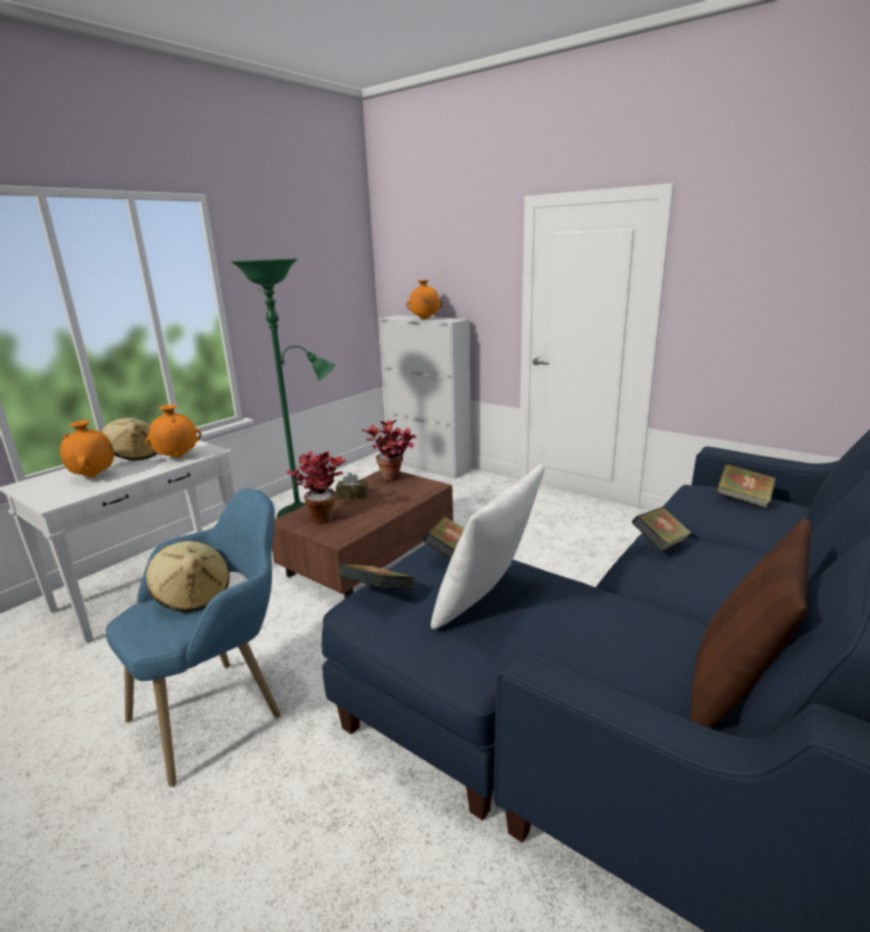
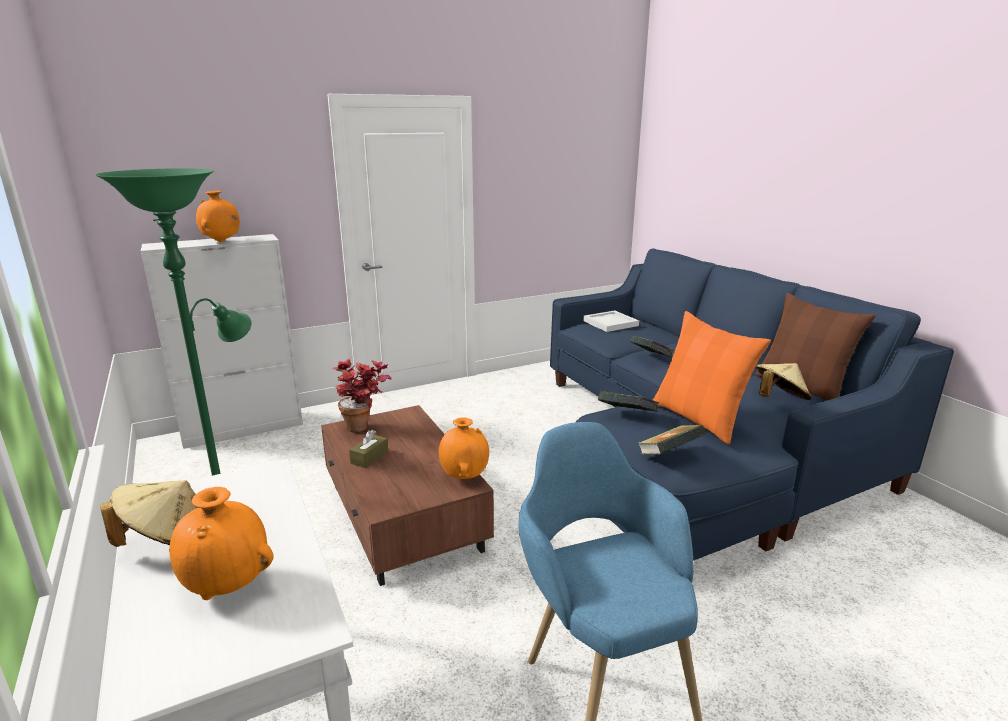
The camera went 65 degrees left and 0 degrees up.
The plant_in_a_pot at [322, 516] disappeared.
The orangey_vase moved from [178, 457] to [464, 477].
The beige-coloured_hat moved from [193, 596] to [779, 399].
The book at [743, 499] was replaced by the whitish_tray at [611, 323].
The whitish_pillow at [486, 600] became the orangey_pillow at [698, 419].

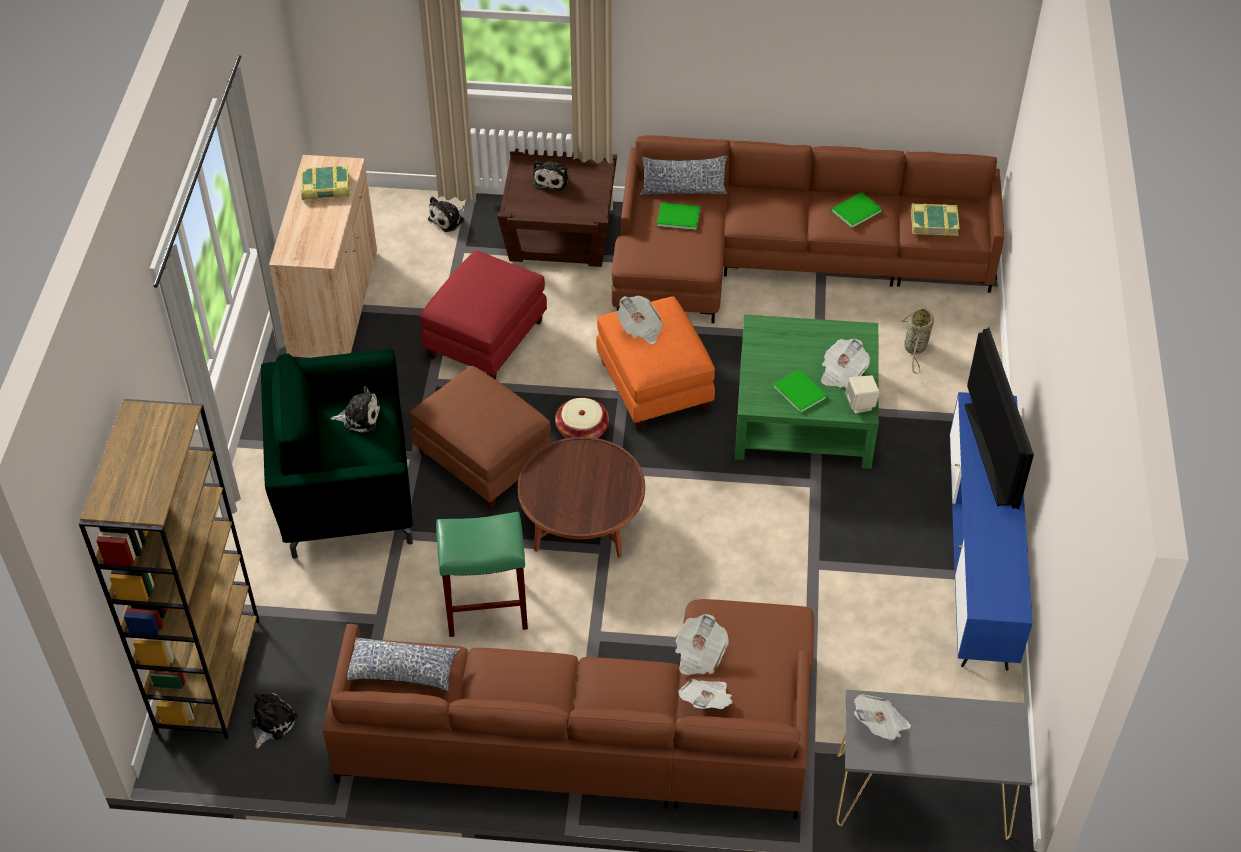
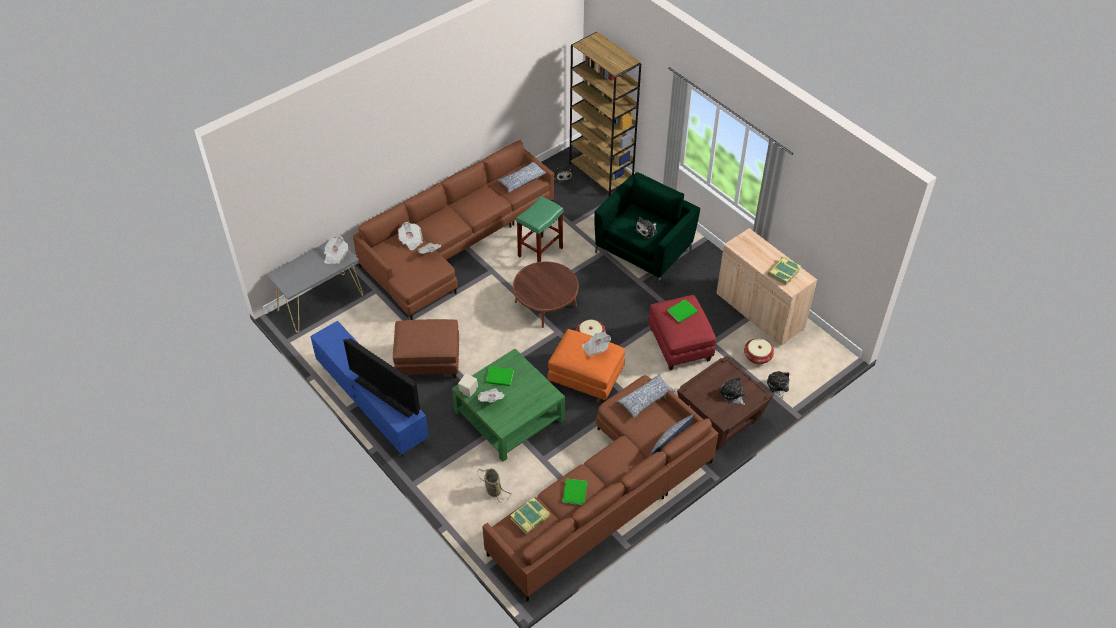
The camera went 135 degrees right and 0 degrees up.
The pillow at [646, 399] appeared.
The storage_basket at [757, 356] appeared.
The brown_ottoman moved from [482, 460] to [428, 361].
The green-coloured_book moved from [677, 216] to [683, 311].

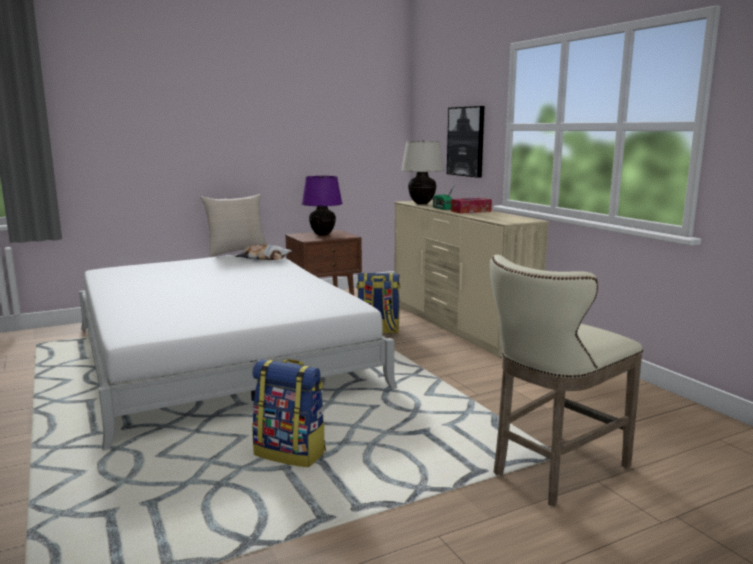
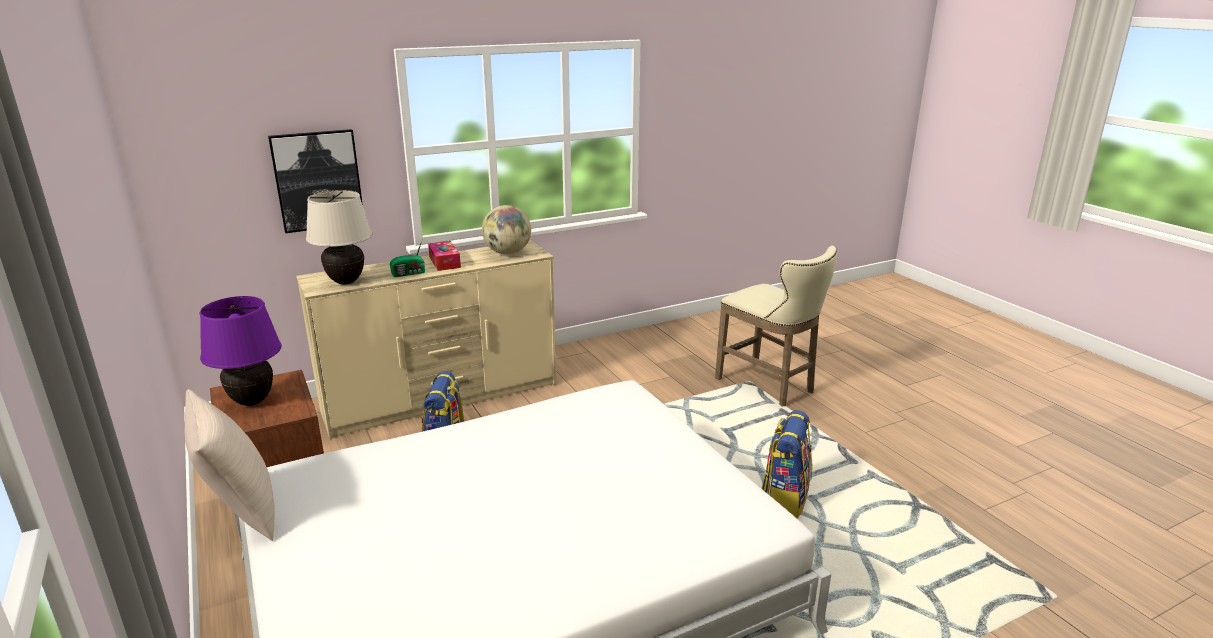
The camera went 90 degrees left and 10 degrees up.
The pillow at [264, 258] disappeared.
The desk_globe at [507, 253] appeared.

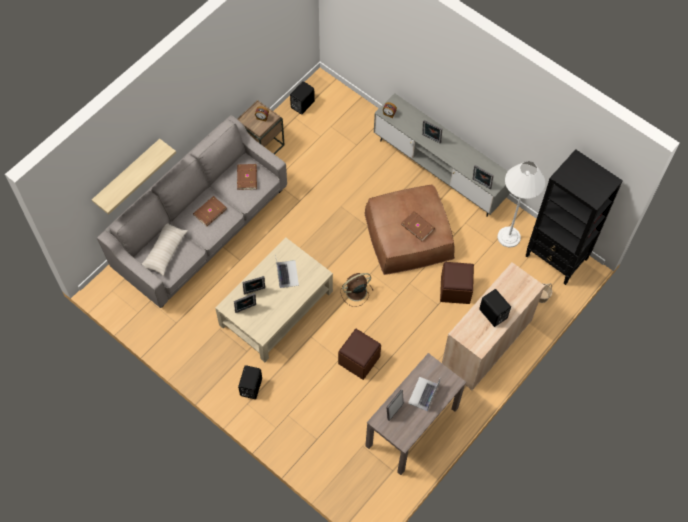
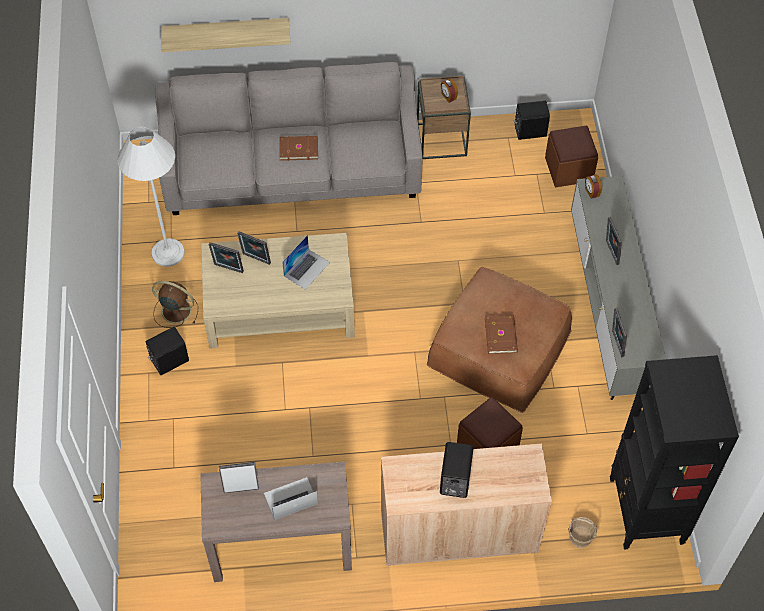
The camera went 45 degrees right and 5 degrees down.
The beige-coloured_pillow at [165, 251] disappeared.
The brown_book at [246, 178] disappeared.
The brown_ottoman moved from [359, 360] to [568, 169].
The brown_fan moved from [355, 292] to [175, 310].
The whitish_standing_lamp moved from [508, 237] to [168, 252].

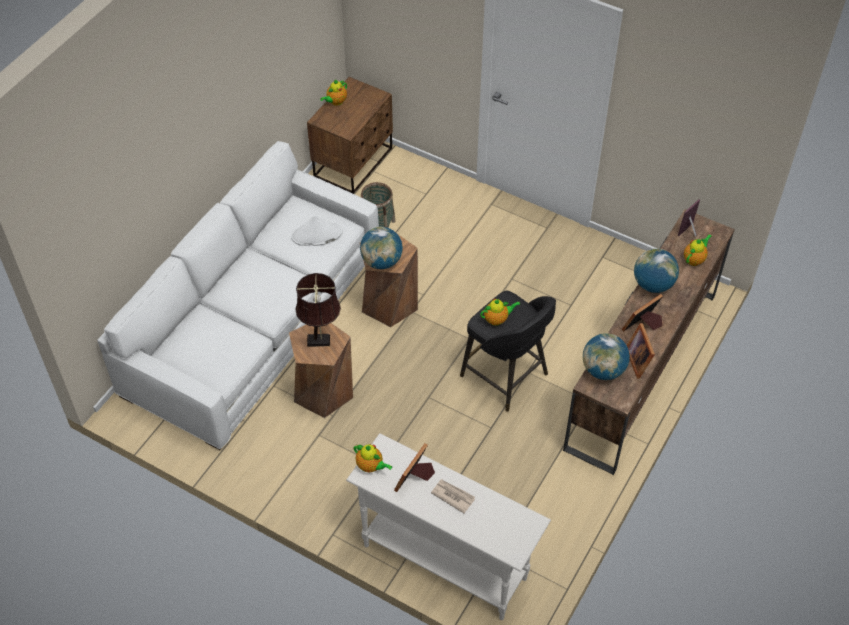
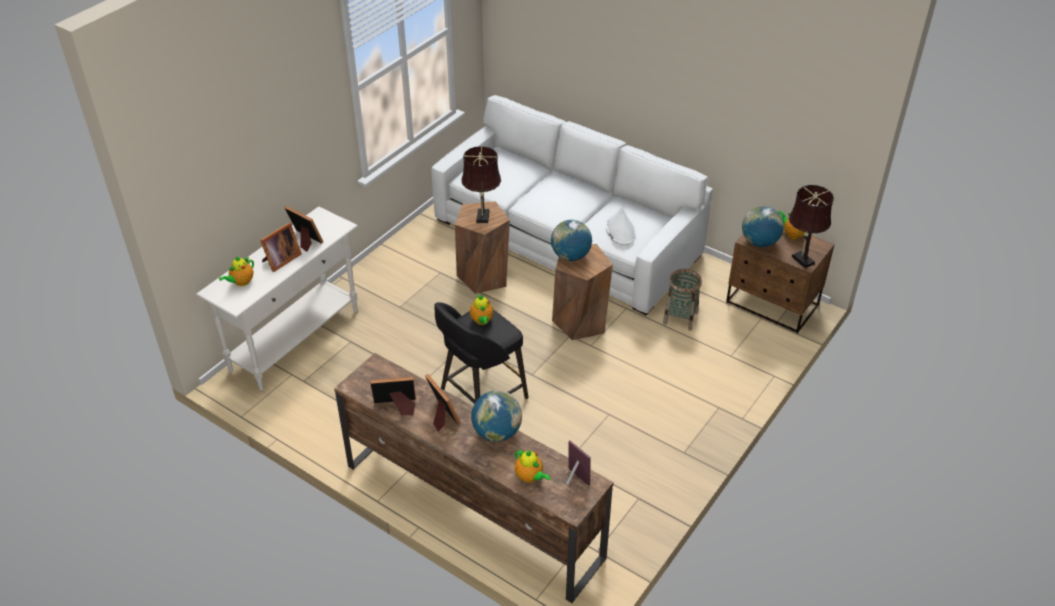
The camera went 95 degrees right and 10 degrees down.
The brown_tabletop_lamp at [801, 258] appeared.
The pot_for_tea moved from [371, 466] to [241, 282].
The desk_globe moved from [603, 370] to [759, 242].
The newspaper at [453, 496] was replaced by the photo_frame at [280, 260].

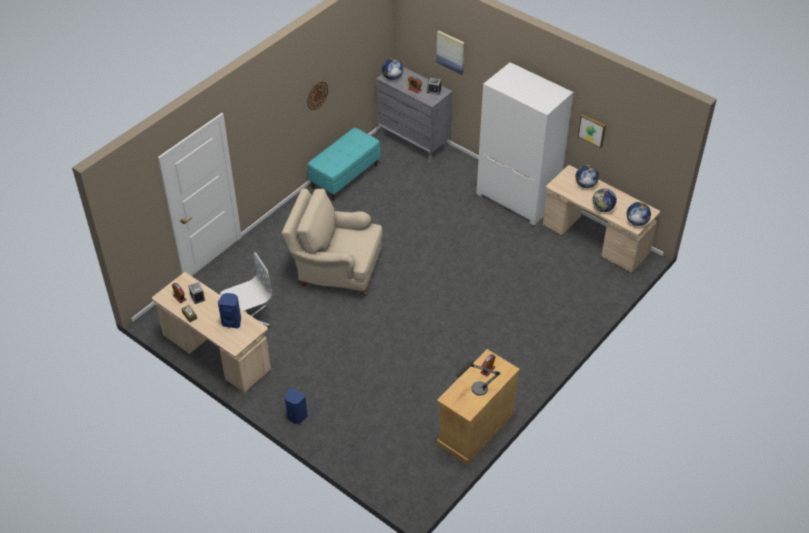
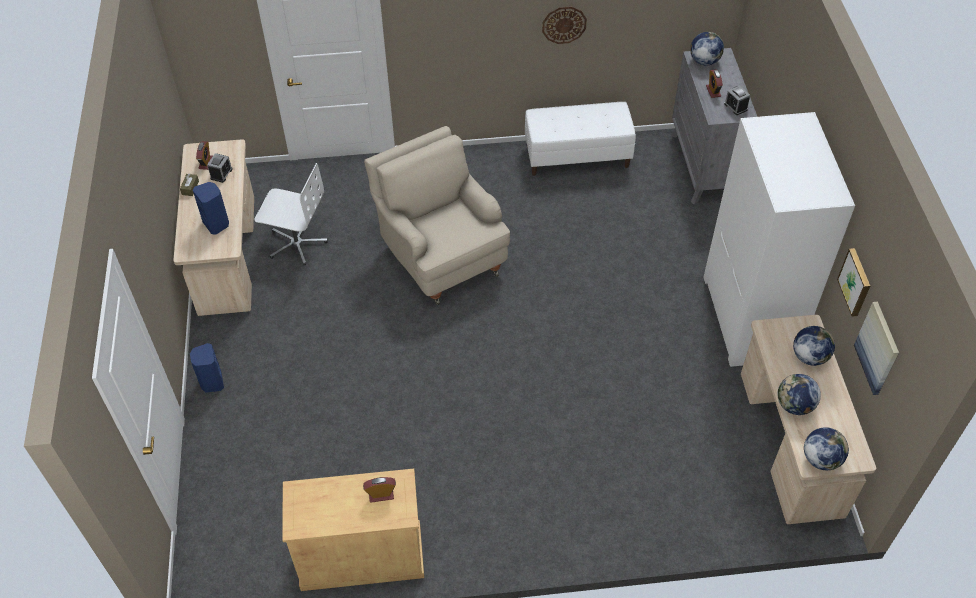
The camera went 45 degrees right and 5 degrees up.
The tabletop_lamp at [475, 391] disappeared.
The picture moved from [451, 52] to [877, 348].
The turquoise-coloured_long_seat at [345, 176] became the whitish_long_seat at [577, 156].

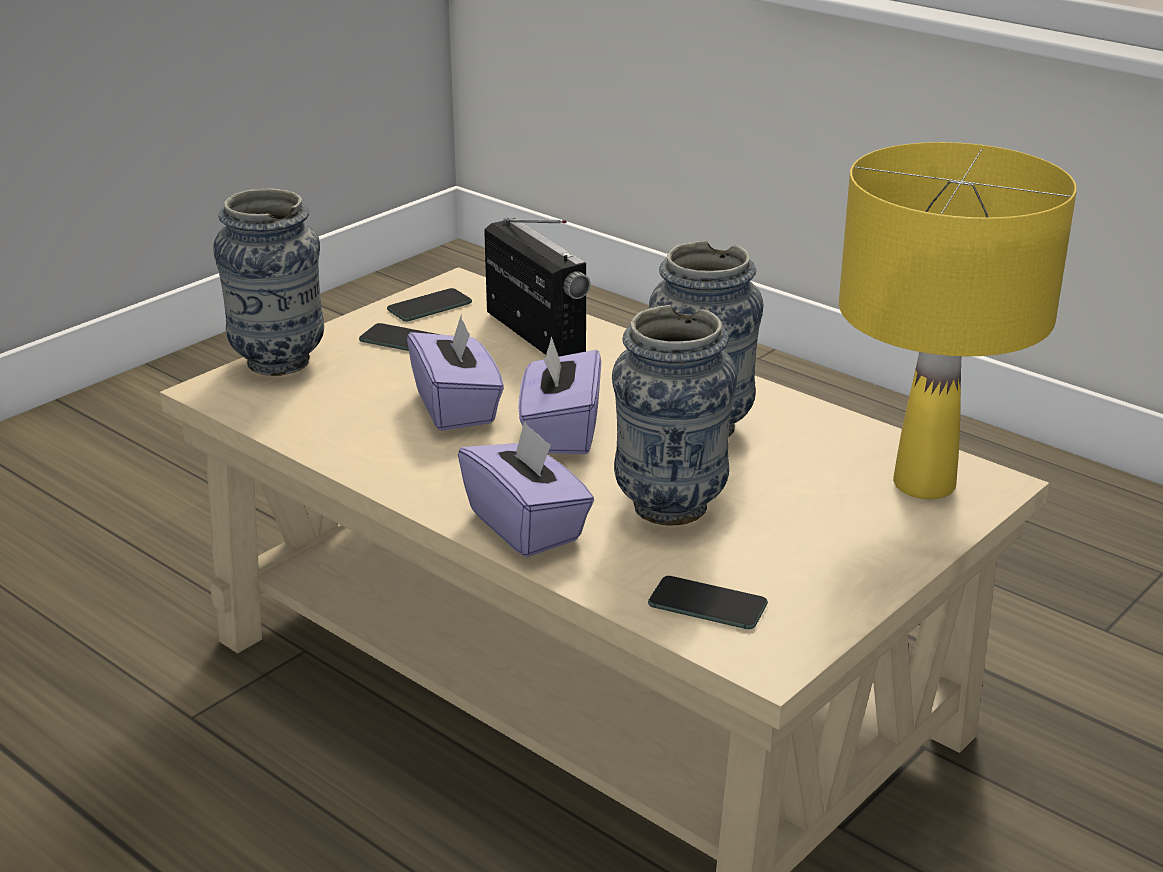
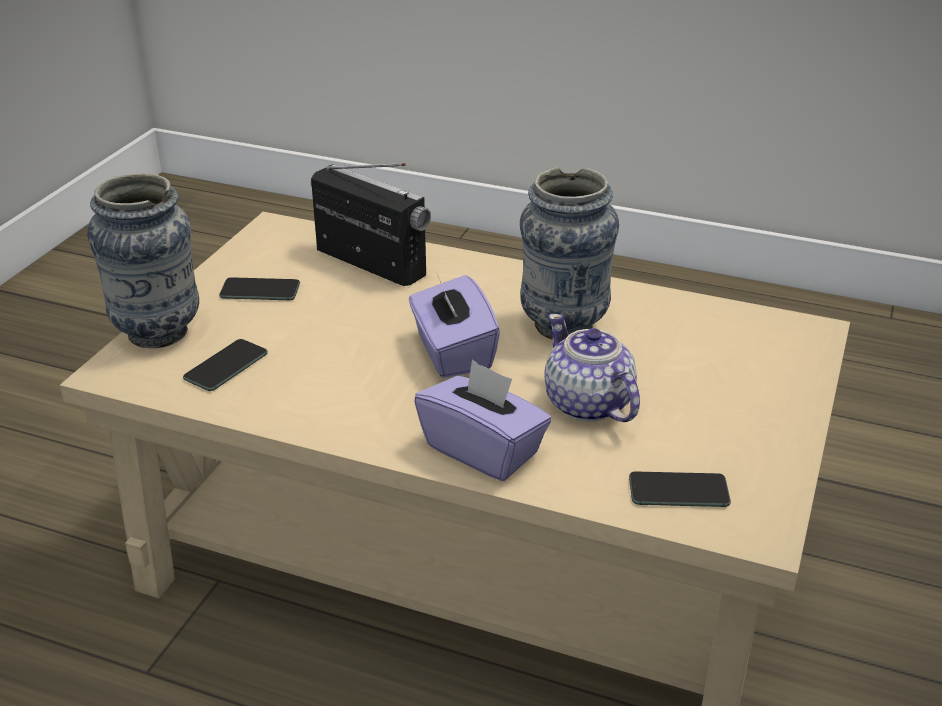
The camera went 20 degrees left and 5 degrees up.
The purple-coloured_box_of_tissues at [457, 407] disappeared.
The yellow-coloured_tabletop_lamp at [923, 484] disappeared.
The telephone moved from [429, 306] to [226, 366].
The vase at [670, 506] was replaced by the pot_for_tea at [588, 405].

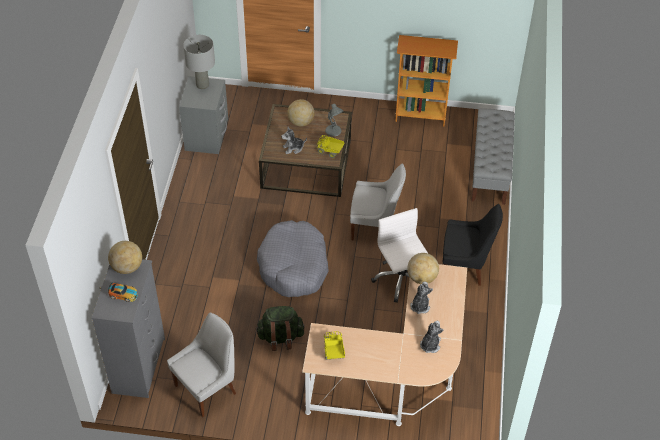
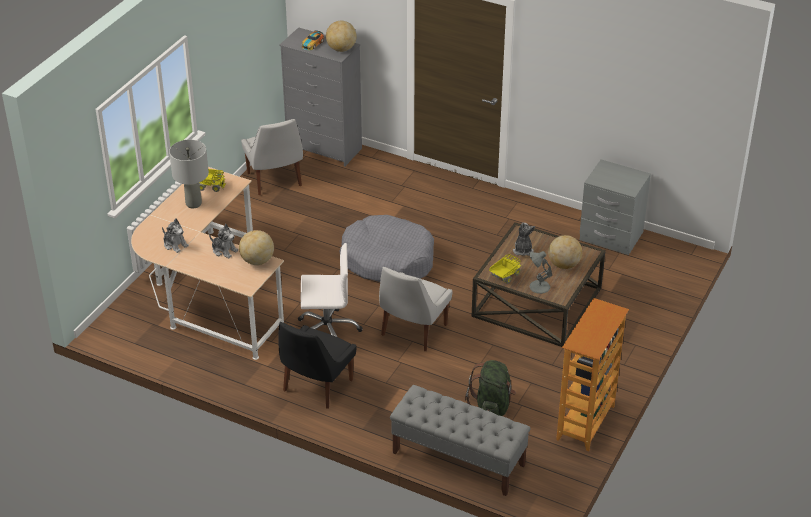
The camera went 110 degrees right and 10 degrees down.
The greyish_tabletop_lamp moved from [202, 85] to [193, 203].
The green-coloured_knapsack moved from [280, 337] to [491, 407].

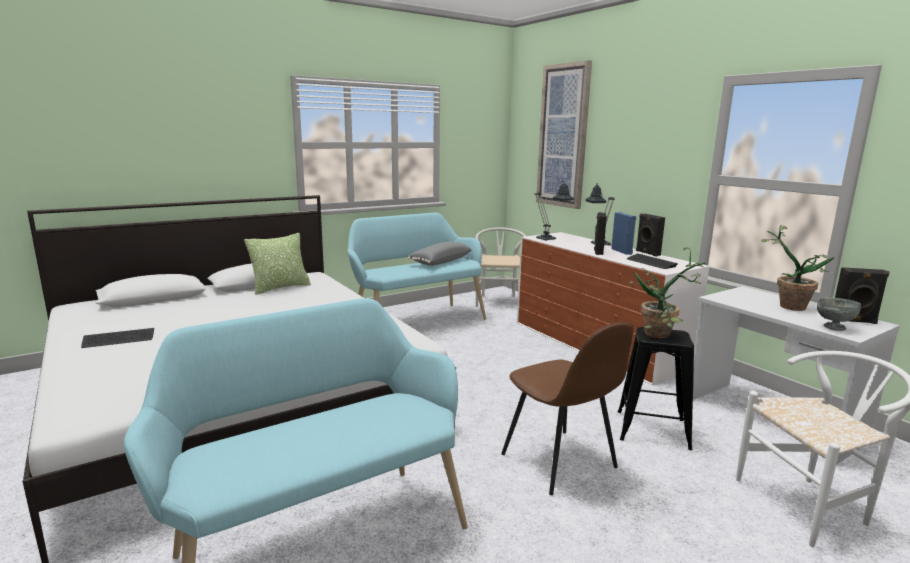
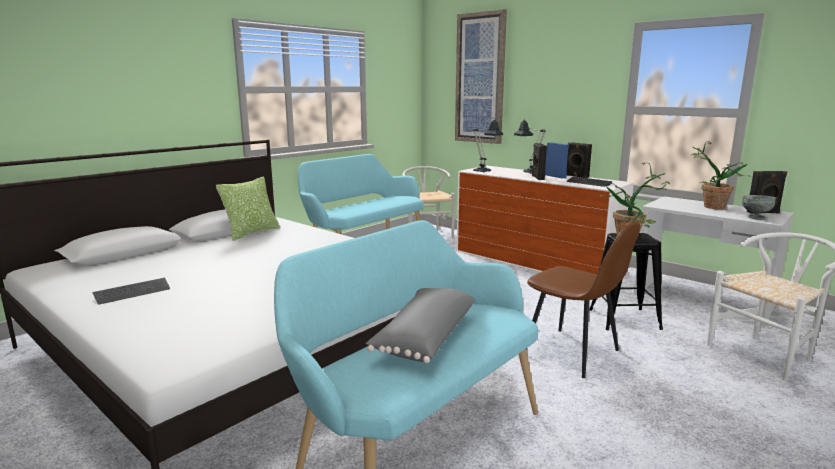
The camera went 15 degrees left and 0 degrees up.
The greyish_pillow moved from [439, 262] to [424, 338].

